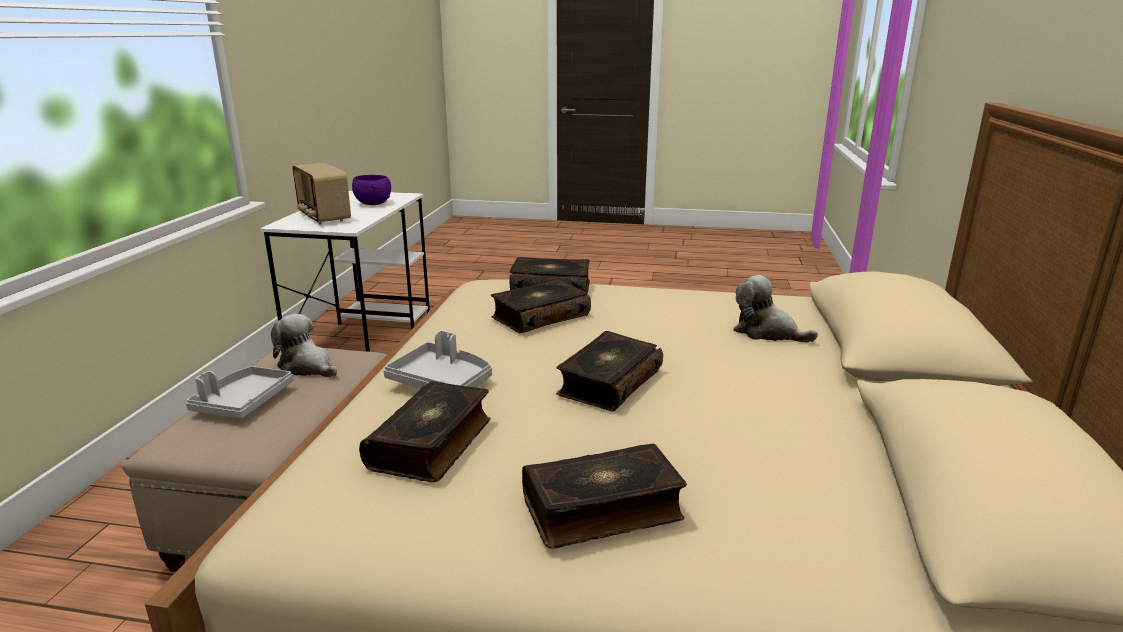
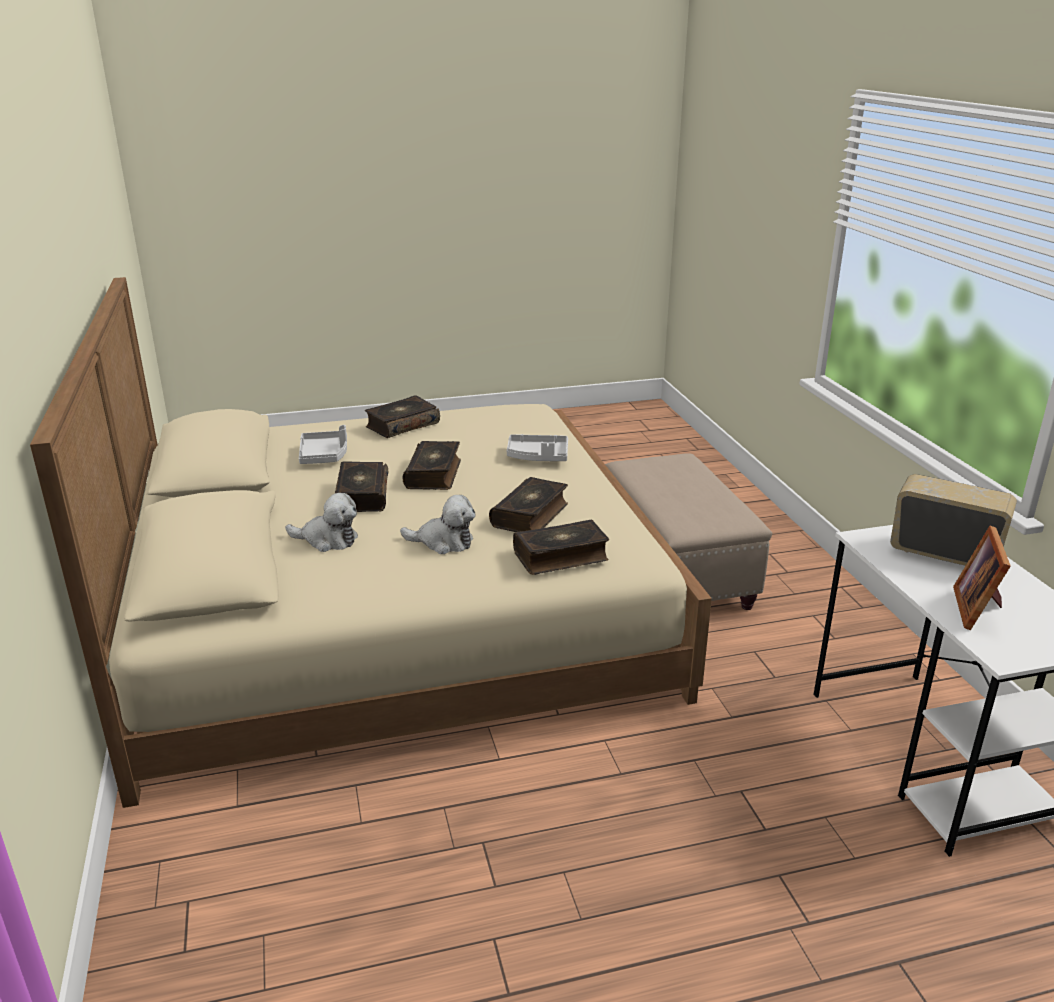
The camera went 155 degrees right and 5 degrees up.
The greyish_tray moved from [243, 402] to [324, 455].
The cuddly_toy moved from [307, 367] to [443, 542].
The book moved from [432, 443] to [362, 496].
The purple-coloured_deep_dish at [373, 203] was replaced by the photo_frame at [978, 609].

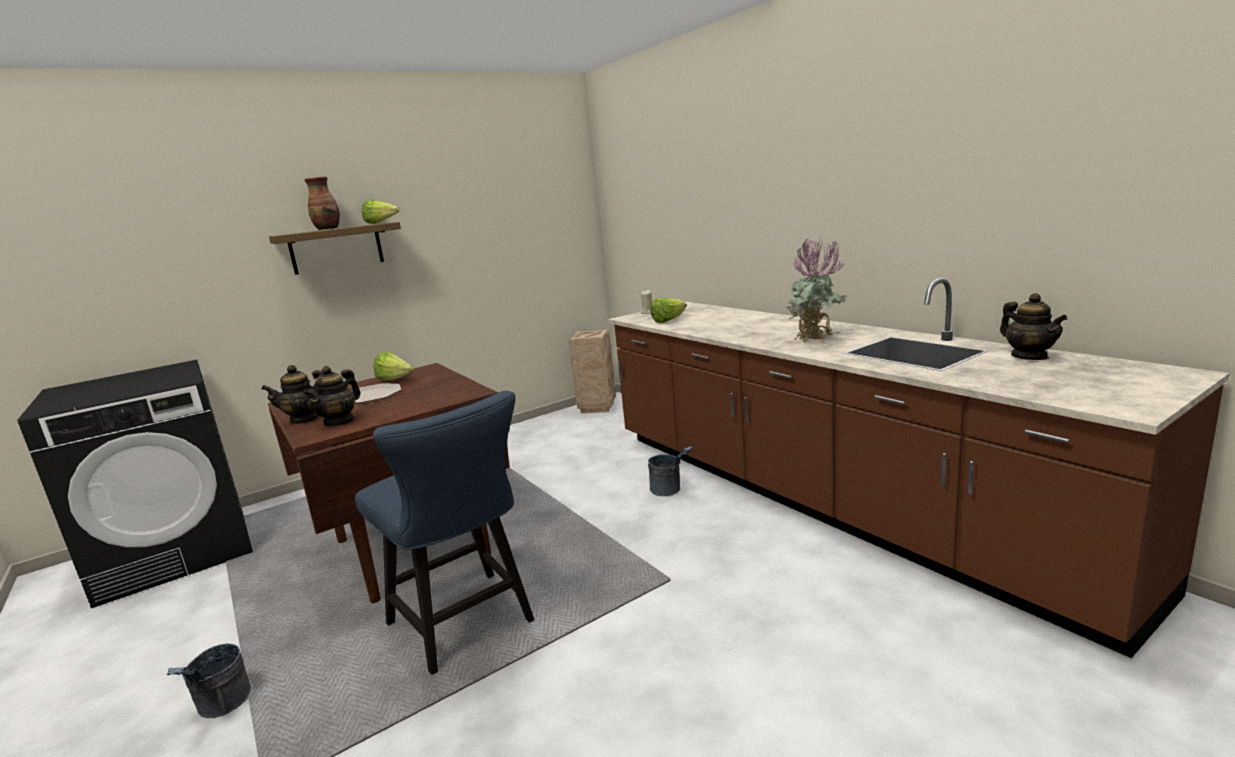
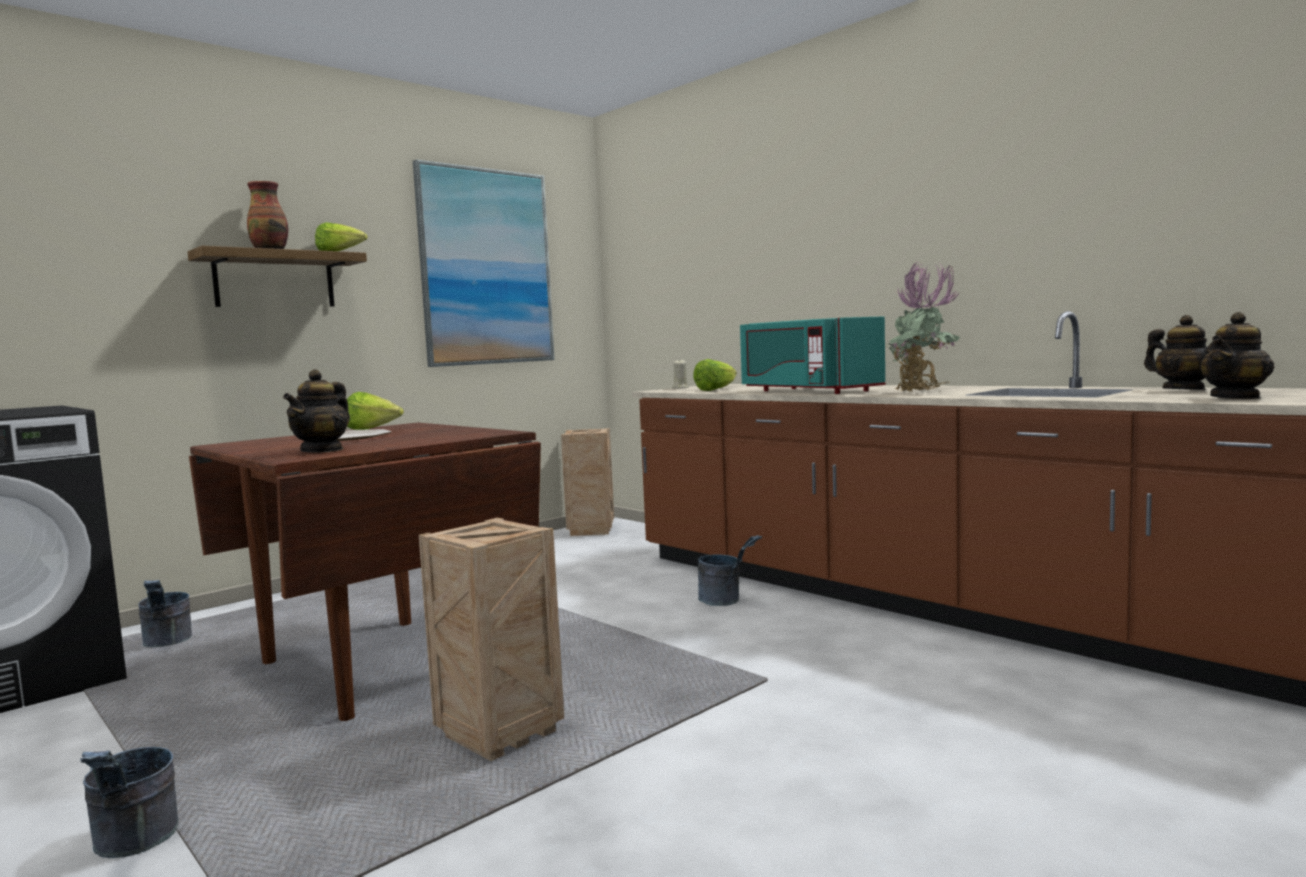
The camera went 10 degrees left and 10 degrees down.
The greyish_water_bucket at [167, 644] appeared.
The picture at [486, 267] appeared.
The turquoise-coloured_kitchen_microwave at [807, 391] appeared.
The pot_for_tea moved from [305, 419] to [1236, 397].
The blue-coloured_chair at [467, 626] was replaced by the crate at [499, 737].

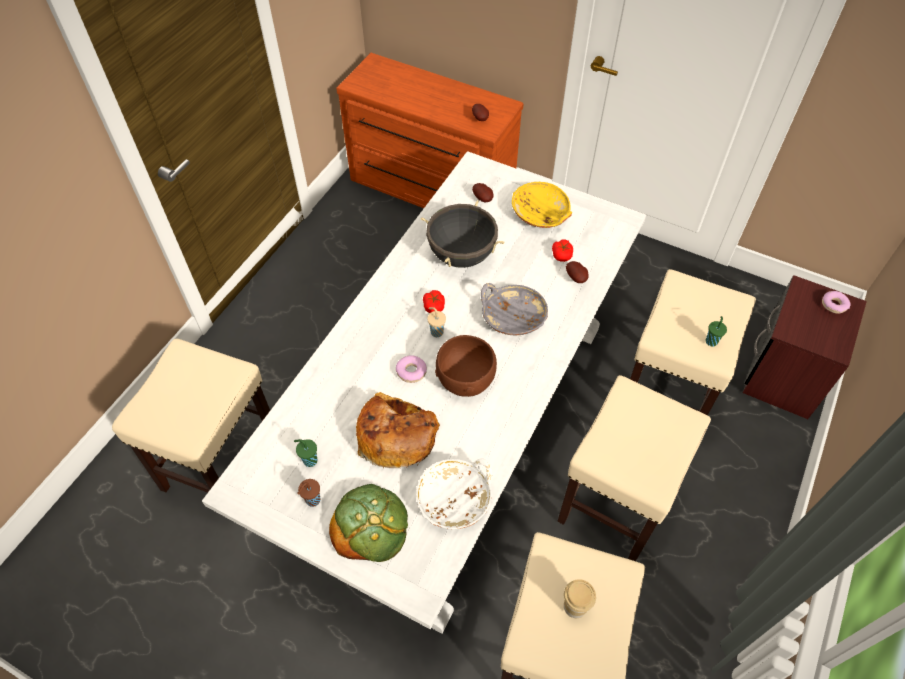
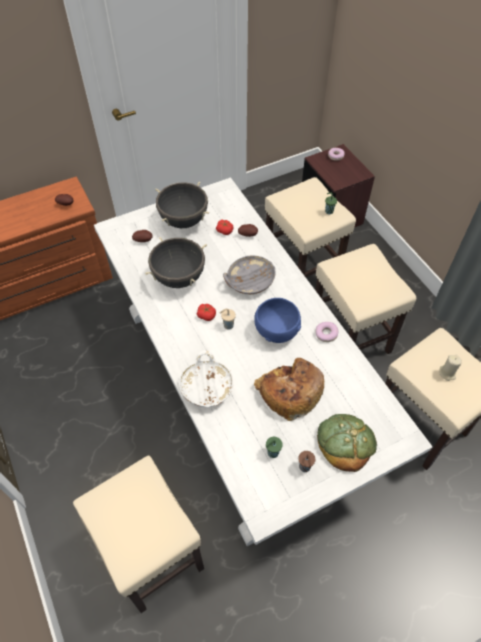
The camera went 55 degrees left and 0 degrees up.
The ring_doughnut moved from [411, 372] to [326, 334].
The whitish_deep_dish moved from [455, 498] to [206, 386].
The yellow-coloured_deep_dish at [541, 214] was replaced by the black_saucepot at [184, 221].
The drinking_cup at [575, 606] was replaced by the beige-coloured_wax_light at [447, 373].
The brown_deep_dish at [466, 379] became the blue-coloured_deep_dish at [276, 330].

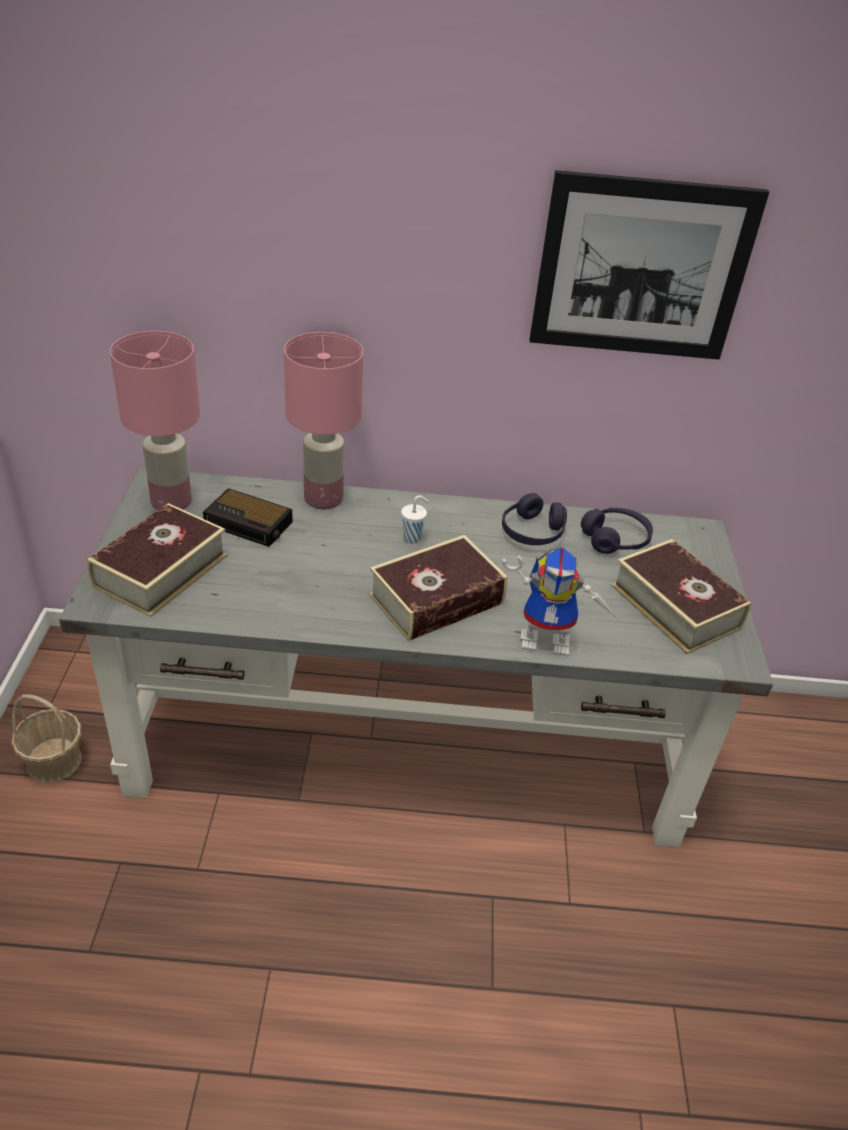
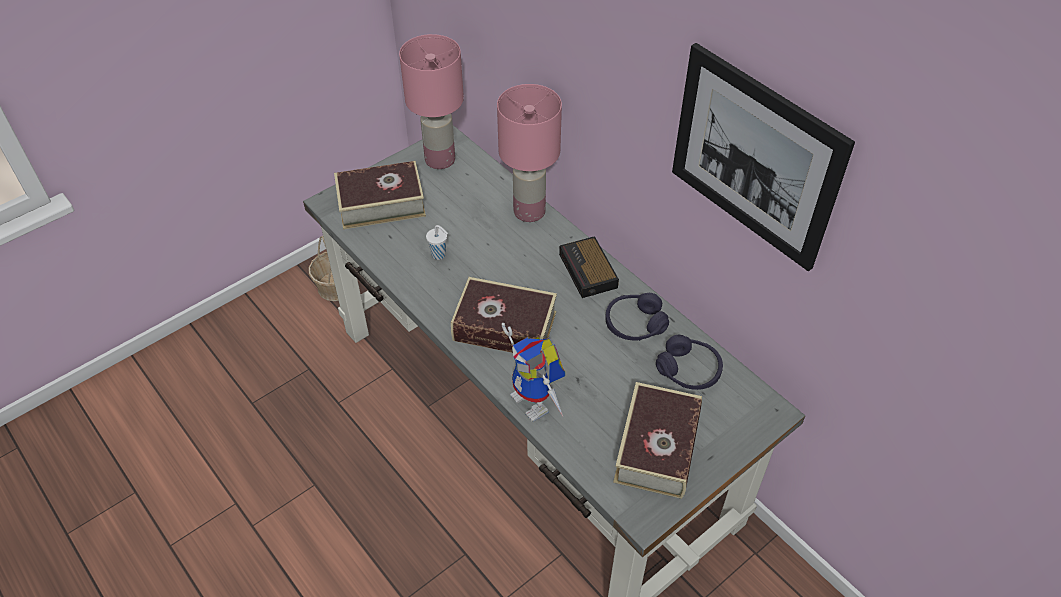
The camera went 50 degrees right and 10 degrees up.
The bedside_clock moved from [250, 523] to [588, 272].
The whitish_drinking_cup moved from [413, 538] to [439, 255].

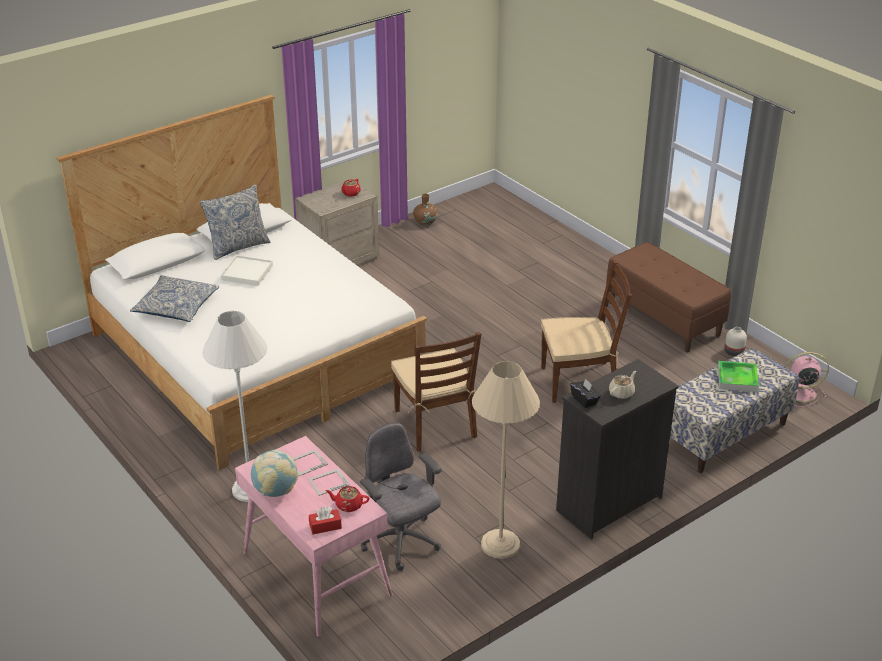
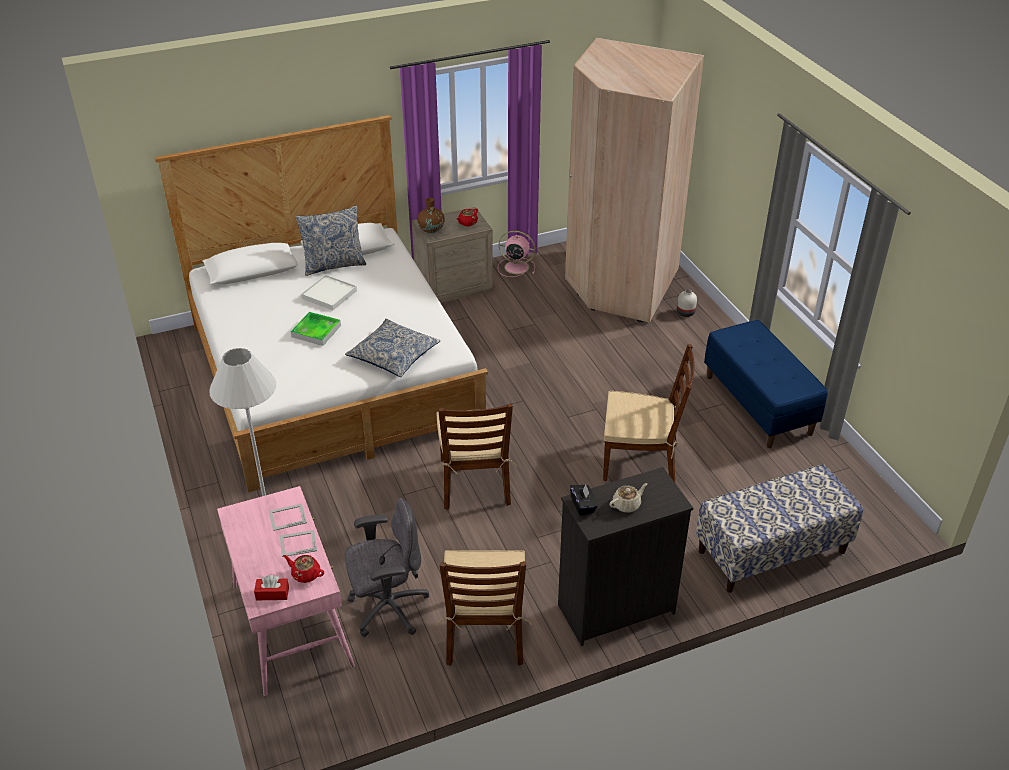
The camera went 15 degrees right and 5 degrees up.
The desk_globe at [275, 491] disappeared.
The beige-coloured_clothes_cupboard at [619, 283] appeared.
The pillow moved from [176, 306] to [394, 355].
The brown_vase moved from [425, 222] to [431, 229].
The tray moved from [737, 379] to [316, 331].
The whitish_vase moved from [734, 351] to [686, 313].
The pink_fan moved from [800, 393] to [515, 267].
The beige-coloured_standing_lamp at [500, 544] was replaced by the brown_chair at [485, 632].
The brown_long_seat at [664, 318] became the blue-coloured_long_seat at [759, 405].
The greyish_office_chair at [401, 542] turned 90 degrees clockwise.

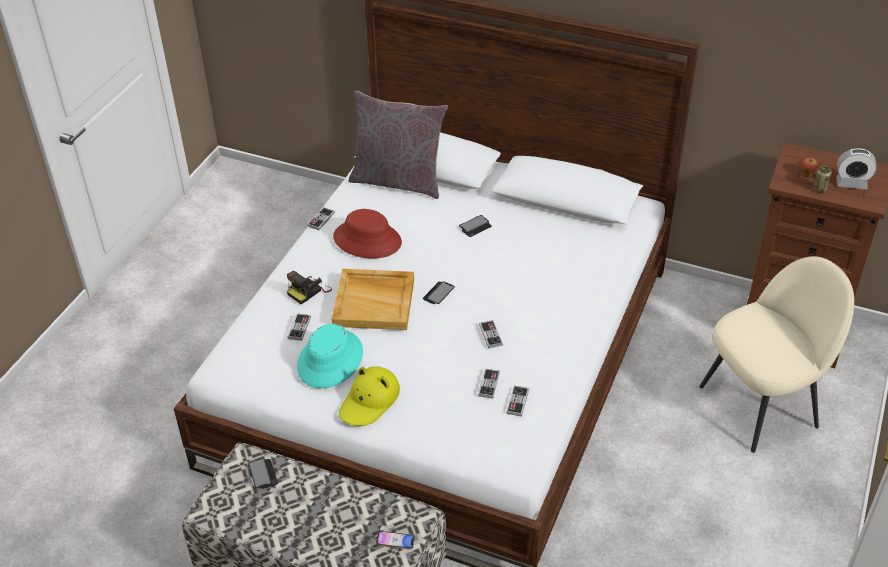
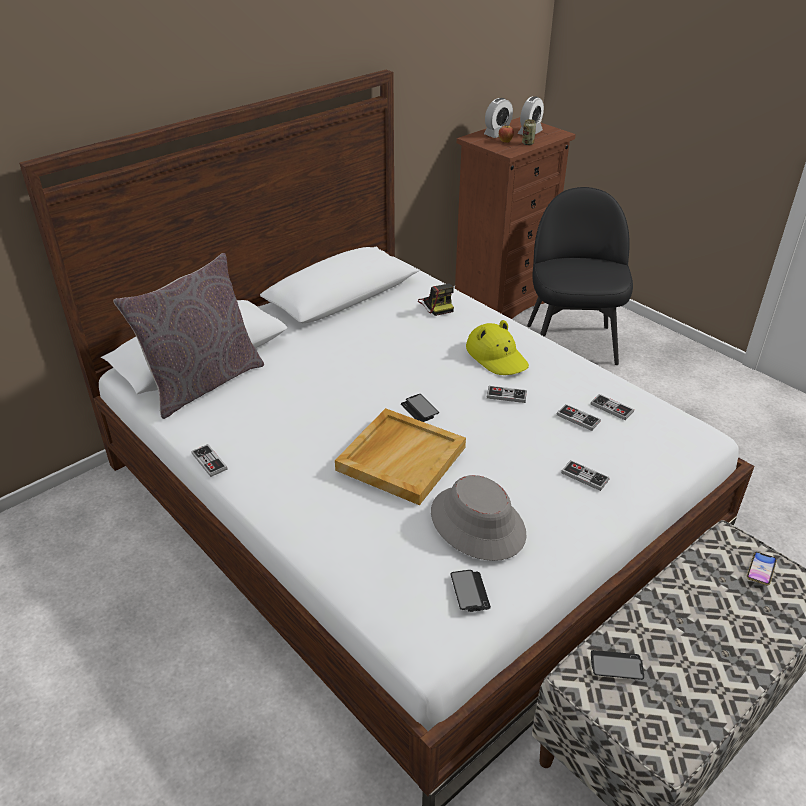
The camera went 65 degrees left and 5 degrees down.
The red_hat at [367, 240] disappeared.
The bedside_clock at [497, 134] appeared.
The photo_camera moved from [309, 291] to [436, 305].
The joypad moved from [299, 328] to [584, 476].
The yellow-coloured_hat moved from [369, 401] to [497, 357].
The telephone moved from [475, 227] to [470, 591].
The turquoise-coloured_hat at [330, 360] became the greyish_hat at [478, 523].
The beige-coloured_chair at [761, 405] became the black_chair at [571, 342].

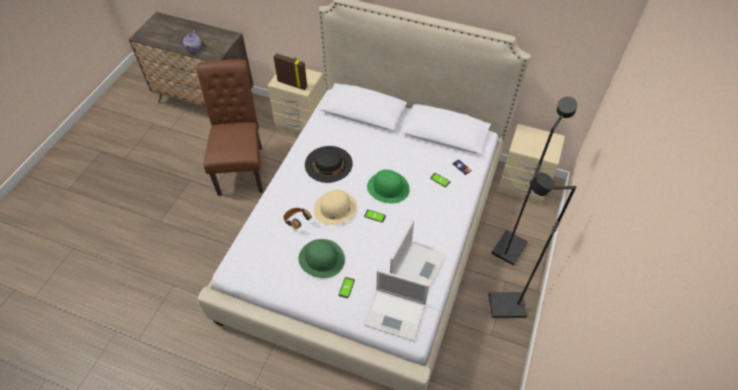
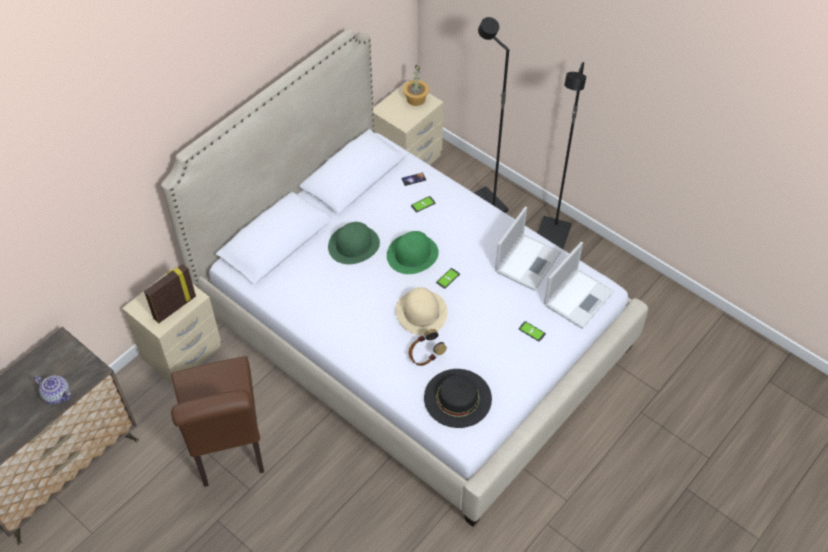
The camera went 70 degrees left and 0 degrees up.
The plant_in_a_pot at [415, 99] appeared.
The green-coloured_hat moved from [321, 258] to [354, 244].
The black_hat moved from [328, 164] to [457, 398].
The brown_chair at [242, 167] turned 120 degrees counterclockwise.
The laptop at [418, 266] turned 75 degrees clockwise.

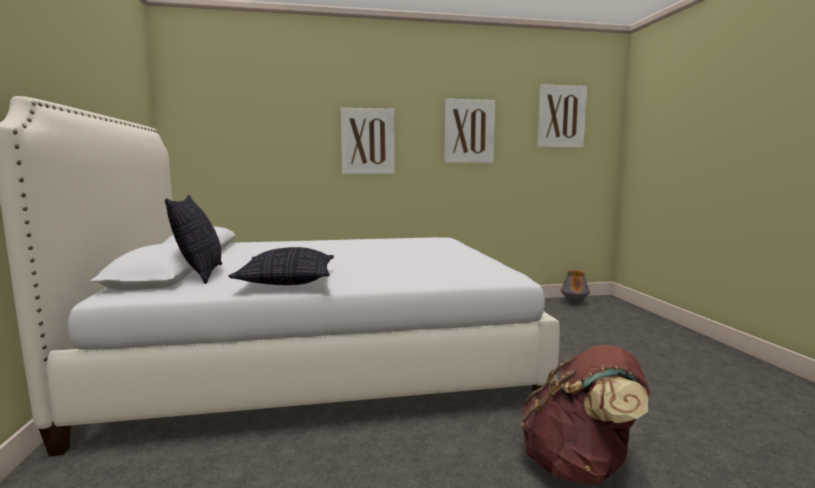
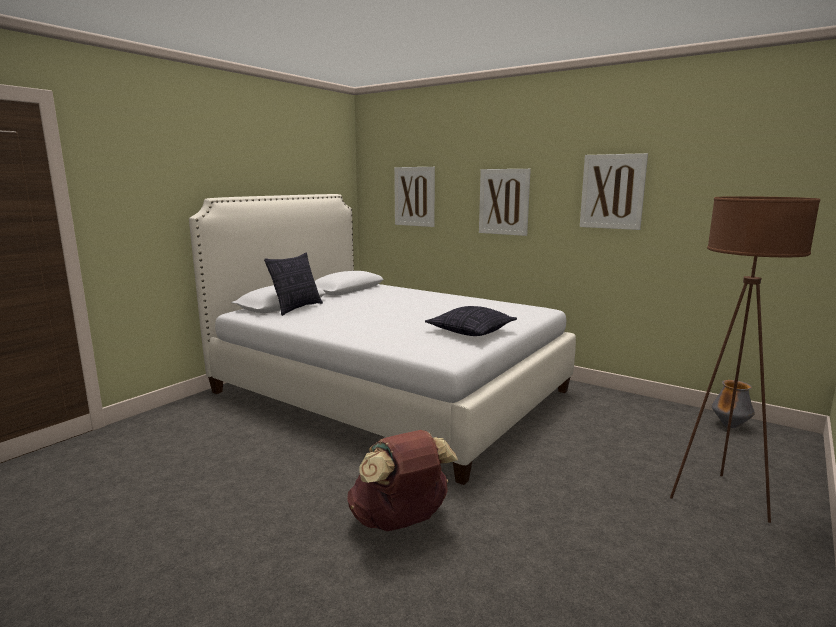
The camera went 45 degrees right and 5 degrees up.
The brown_standing_lamp at [717, 497] appeared.
The pillow moved from [288, 282] to [471, 332].
The picture moved from [561, 116] to [414, 196].

